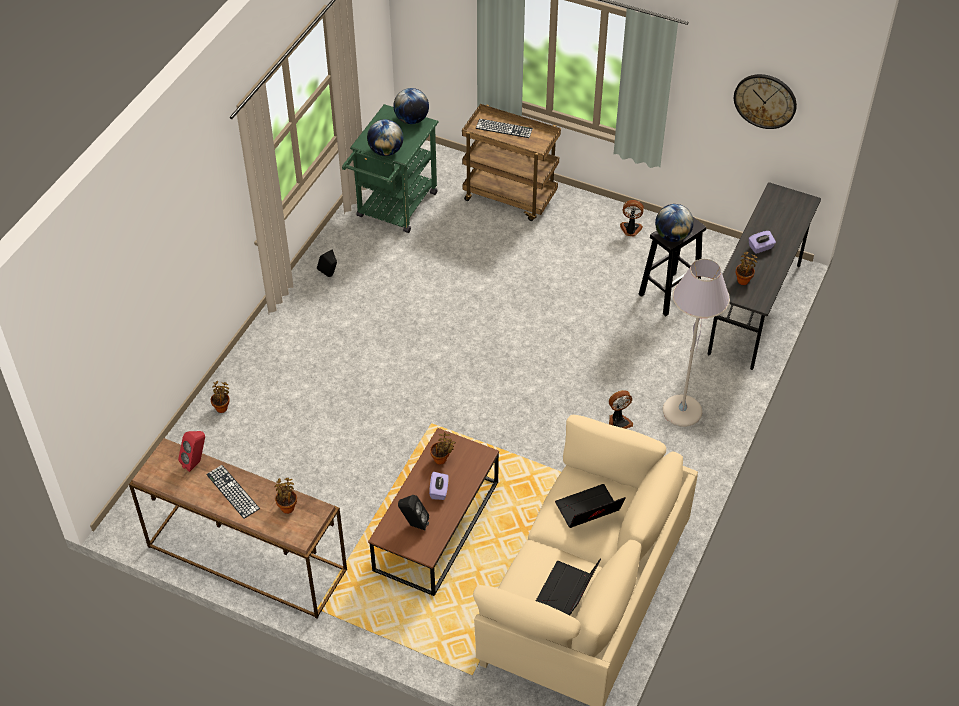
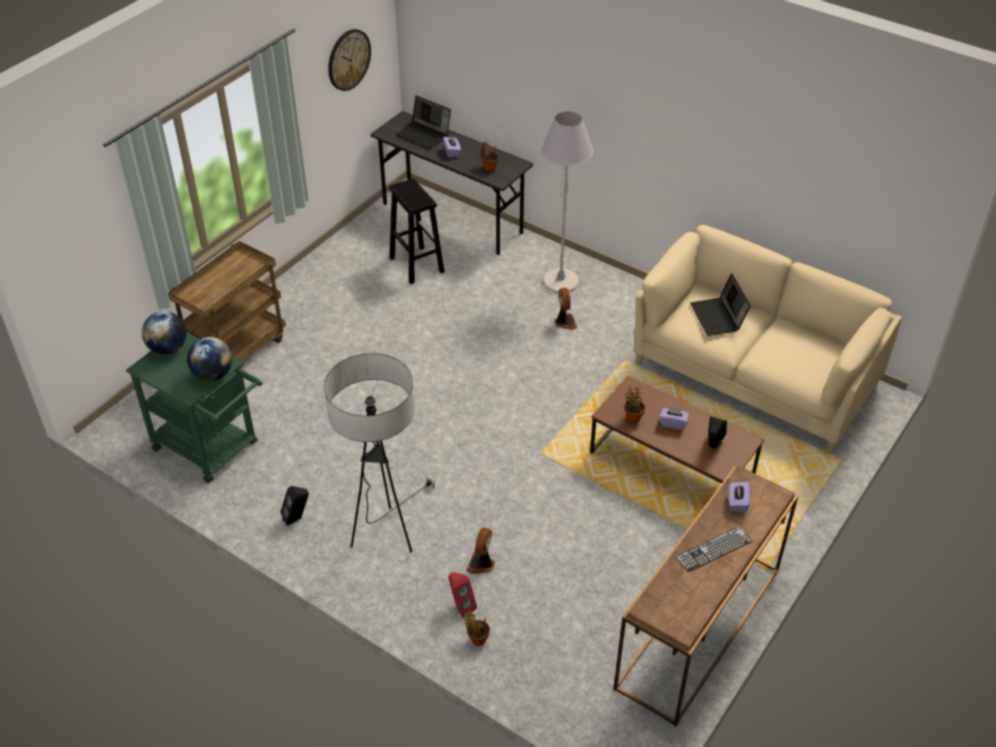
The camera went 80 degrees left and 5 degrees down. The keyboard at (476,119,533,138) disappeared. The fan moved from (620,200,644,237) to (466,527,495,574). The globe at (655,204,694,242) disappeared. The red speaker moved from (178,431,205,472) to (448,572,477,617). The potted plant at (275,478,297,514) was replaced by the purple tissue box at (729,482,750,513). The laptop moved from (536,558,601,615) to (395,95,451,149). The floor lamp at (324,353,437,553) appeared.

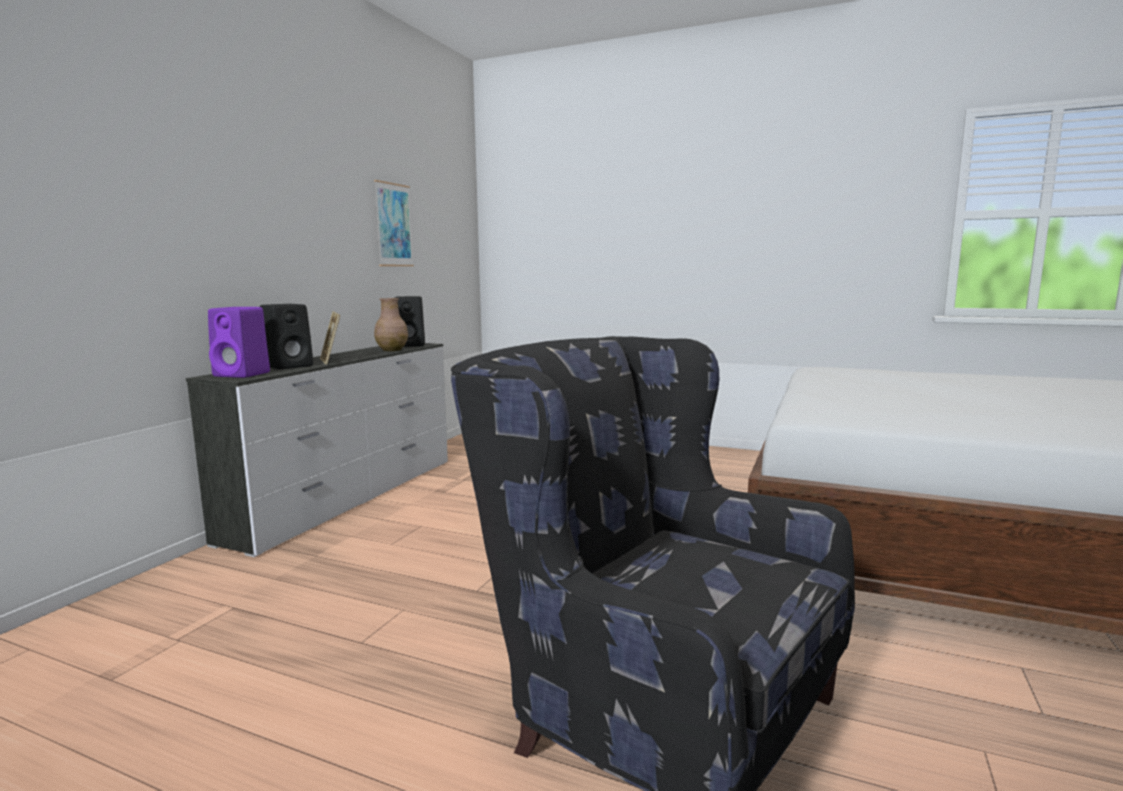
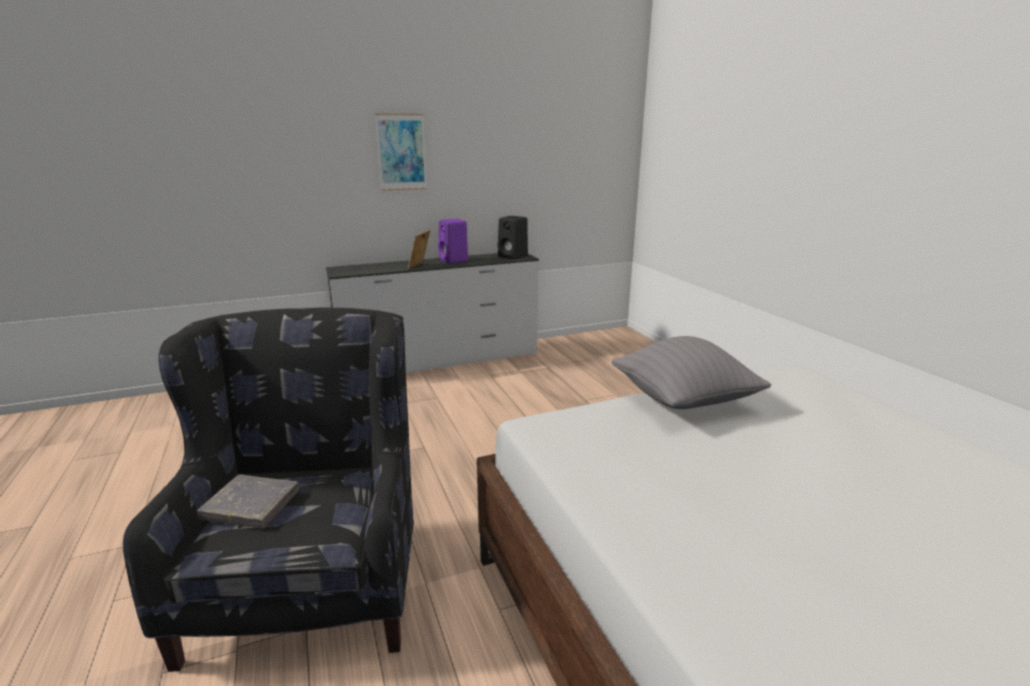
The camera went 45 degrees right and 10 degrees up. The picture moved from (374,180,414,266) to (375,114,427,191). The brown vase at (374,298,408,351) disappeared. The black speaker at (260,304,313,369) disappeared. The purple speaker moved from (208,307,270,378) to (438,219,468,264). The grey pillow at (612,336,771,409) appeared. The grey book at (197,475,299,529) appeared.

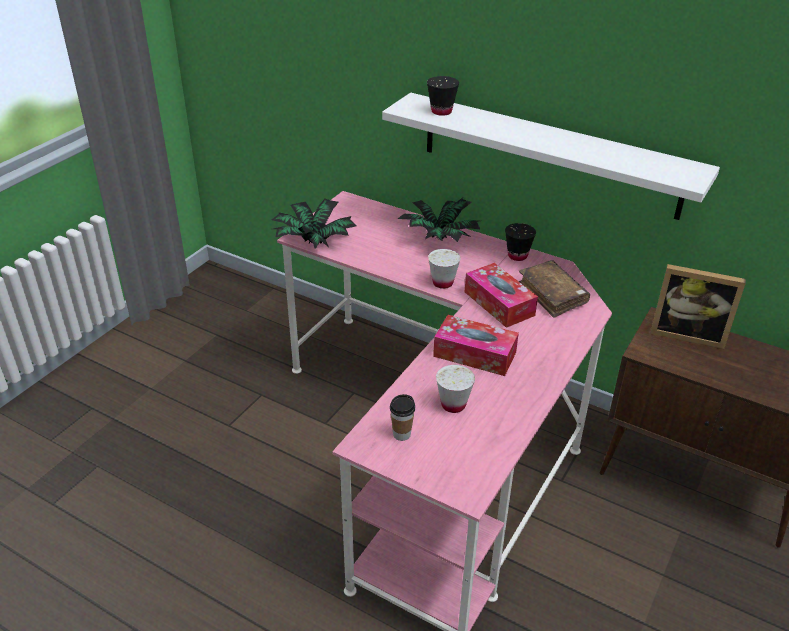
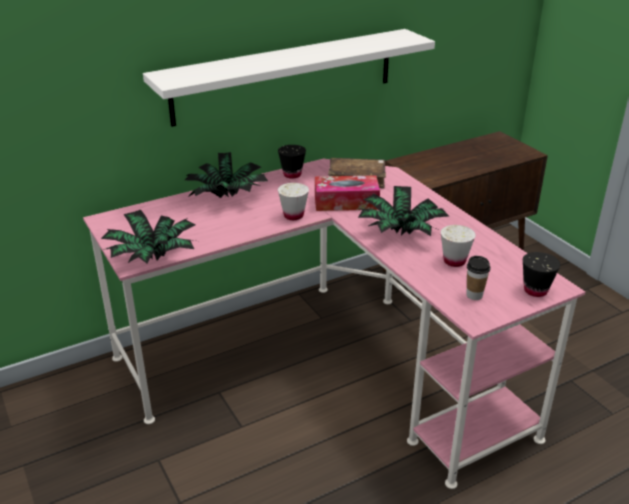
The camera went 60 degrees left and 5 degrees down. The black cup moved from (427,76,459,116) to (523,252,561,297). The picture frame at (650,264,746,349) disappeared. The tissue box at (433,315,519,376) was replaced by the potted plant at (358,186,449,236).

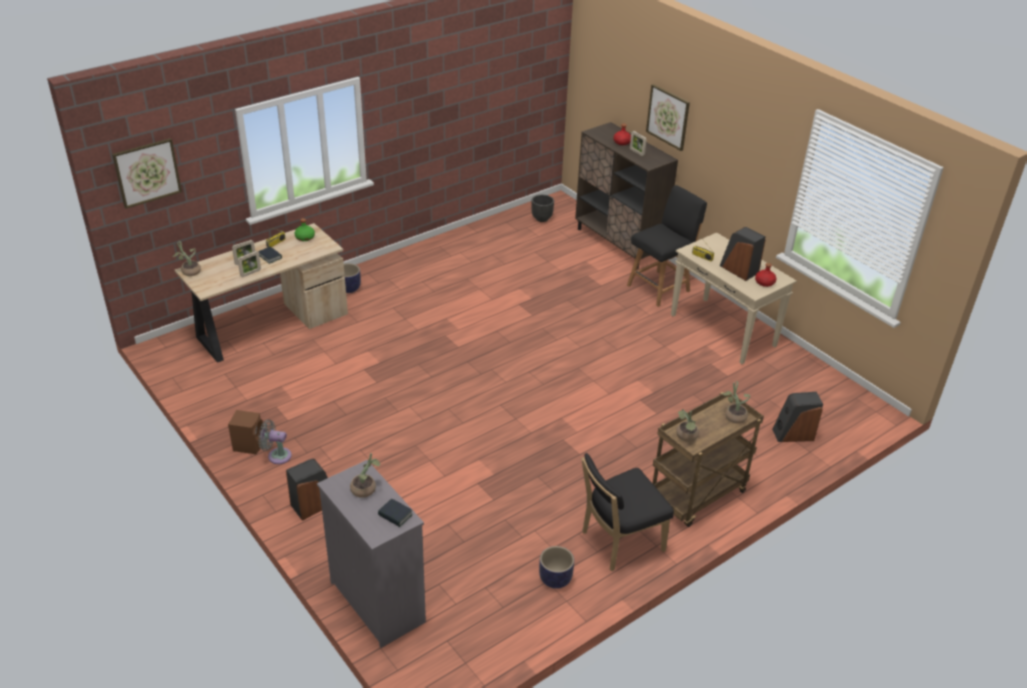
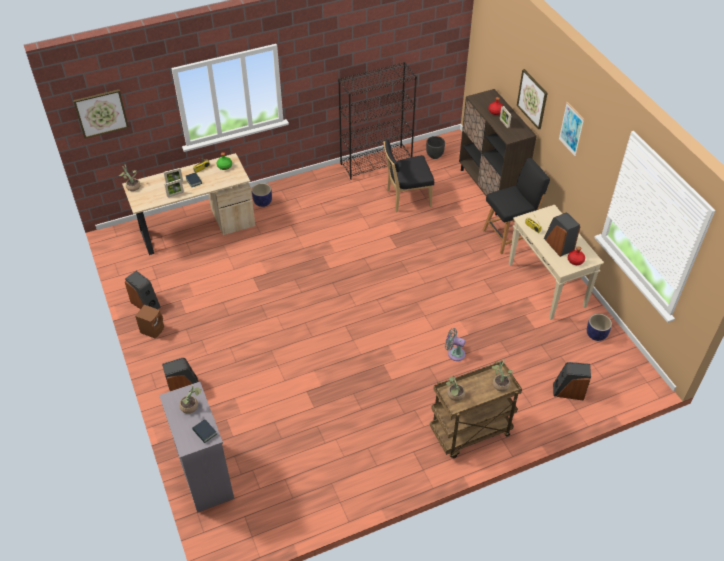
The camera went 15 degrees right and 10 degrees up. The grey fan moved from (258,420,292,464) to (445,328,466,361). The black chair moved from (581,453,674,572) to (383,139,434,212). The planter moved from (539,546,574,589) to (587,314,612,341). The black bookcase at (338,62,417,180) appeared. The picture at (559,102,584,157) appeared. The speaker at (125,271,160,309) appeared.

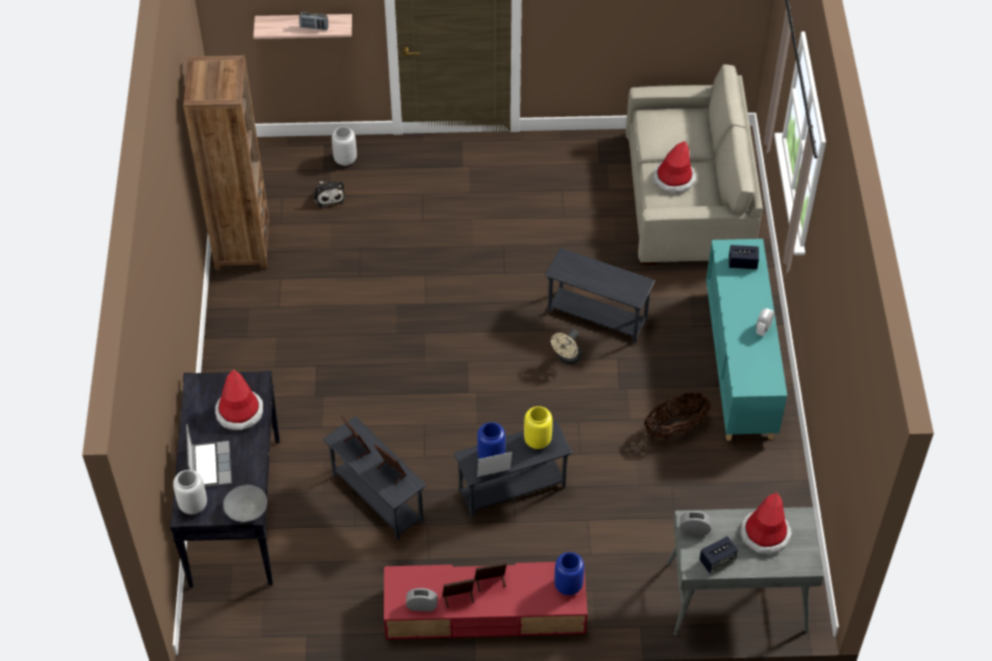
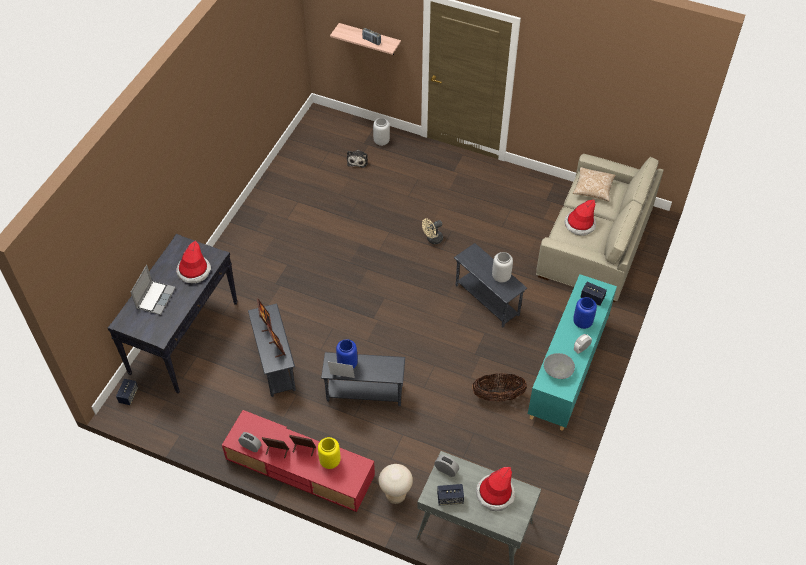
The camera went 25 degrees right and 0 degrees up. The brown bookcase at (183,56,270,270) disappeared. The beige fan moved from (551,329,581,365) to (422,218,443,244). The yellow vase moved from (524,406,553,449) to (318,437,341,469). The grey vase moved from (173,470,207,514) to (492,252,513,283). The grey bowl moved from (223,485,267,522) to (544,353,575,379). The blue vase moved from (554,552,584,595) to (573,297,597,329). The pillow at (573,167,616,202) appeared. The speaker at (116,379,138,405) appeared. The beige stool at (379,464,413,504) appeared.

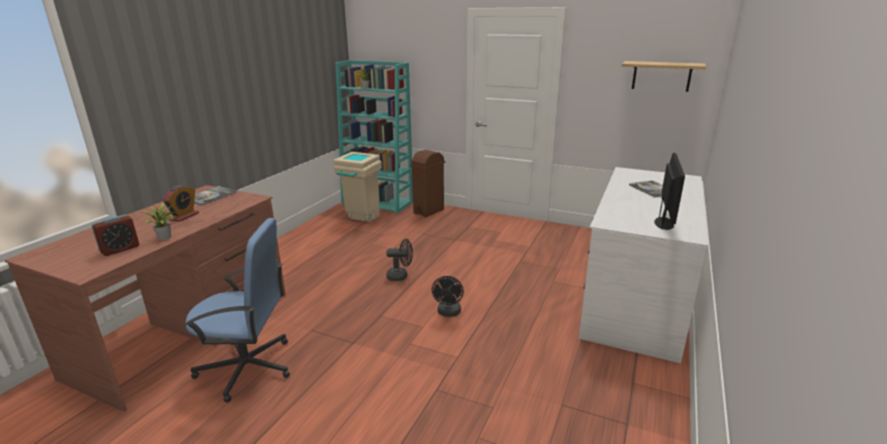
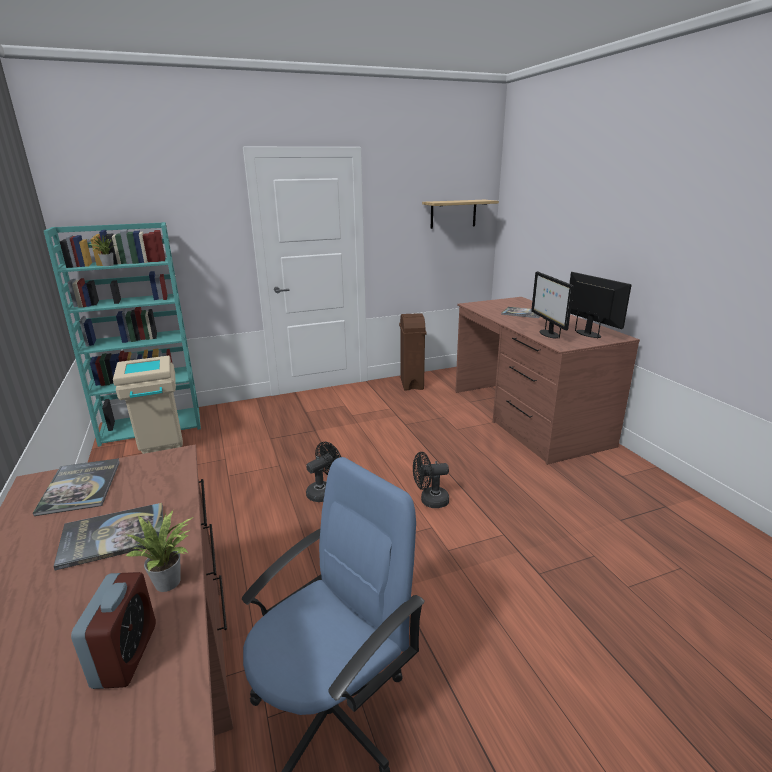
The camera went 45 degrees left and 0 degrees up. The brown trash can moved from (410,150,445,217) to (399,313,426,390). The white desk at (579,167,708,363) became the brown desk at (455,297,640,465). The alarm clock at (162,185,199,222) was replaced by the book at (53,503,163,570). The black fan at (432,276,464,317) turned 120 degrees clockwise. The monitor at (531,271,574,339) appeared.

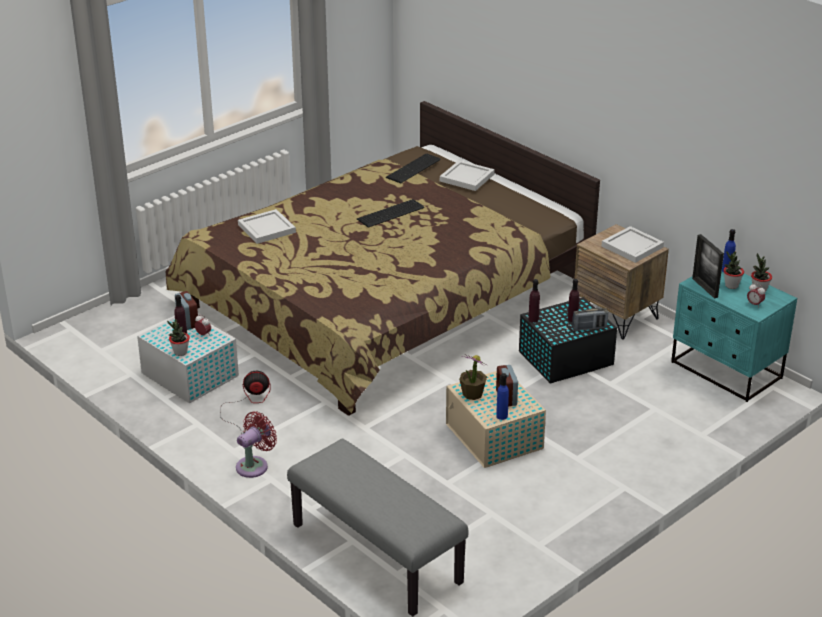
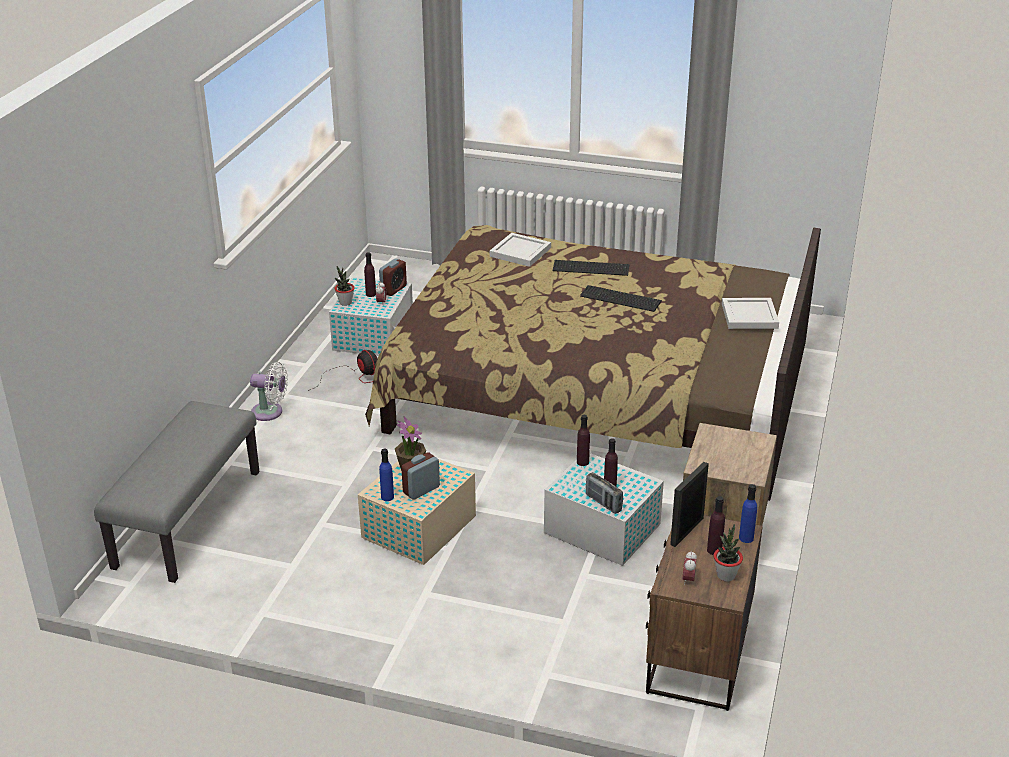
The camera went 60 degrees right and 0 degrees up. The keyboard moved from (386,154,441,183) to (553,260,629,276). The white tray at (602,226,664,263) disappeared. The potted plant at (723,251,744,289) was replaced by the purple bottle at (707,496,725,555). The turquoise nightstand at (671,264,797,402) became the brown nightstand at (646,515,763,711). The black storage box at (519,297,617,383) became the white storage box at (544,453,664,566). The red fan at (236,411,277,478) became the white fan at (250,362,288,421).

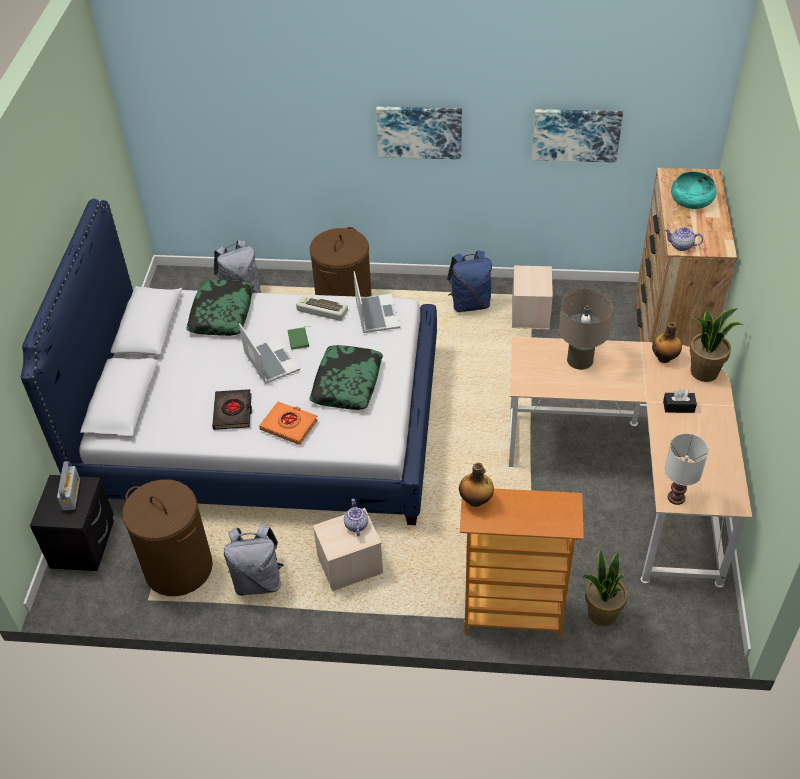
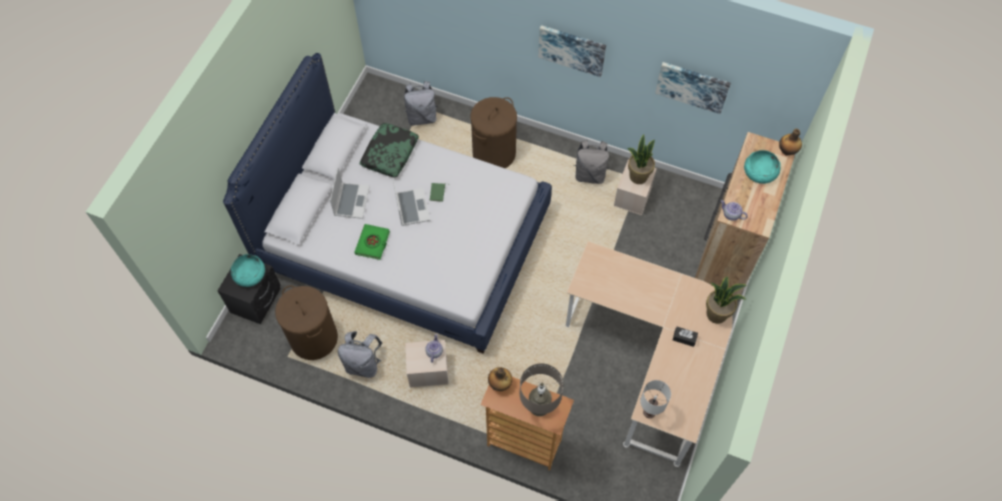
The camera went 15 degrees right and 15 degrees up. The blue backpack at (447,250,492,312) became the grey backpack at (574,140,609,184). The laptop moved from (354,271,400,333) to (330,168,370,219). The beige table lamp moved from (559,289,613,370) to (519,363,564,416). The keyboard at (296,295,348,321) disappeared. The bottle moved from (652,322,682,363) to (779,129,802,155). The pillow at (309,345,383,410) disappeared. The black book at (212,389,252,430) became the green book at (354,224,390,260). The orange book at (259,402,318,445) disappeared. The radio at (57,461,80,511) was replaced by the turquoise bowl at (231,254,265,287). The potted plant moved from (582,548,627,626) to (627,135,655,184).

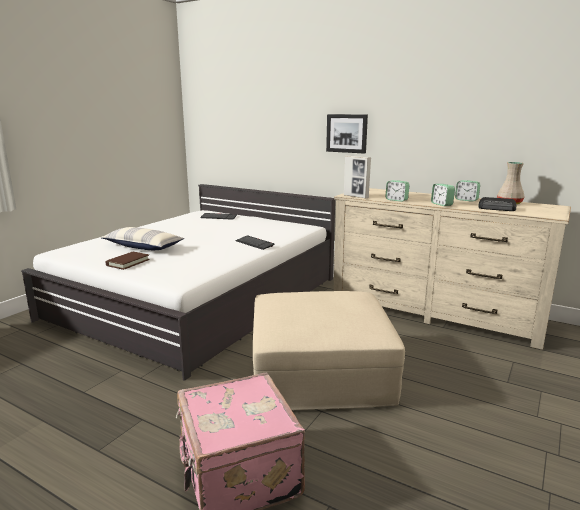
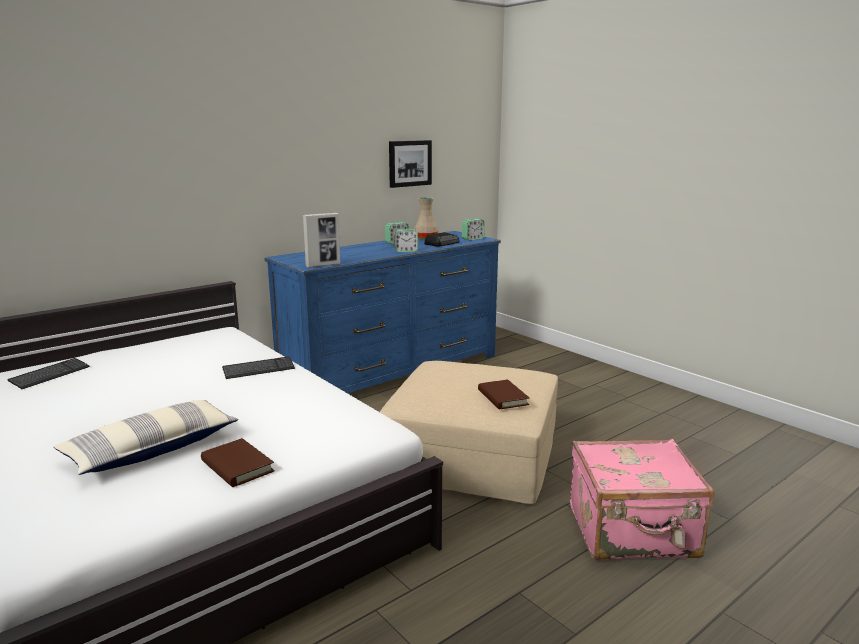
The camera went 70 degrees left and 0 degrees up. The picture moved from (326,114,368,154) to (389,140,432,188). The alarm clock moved from (385,180,409,202) to (462,219,484,241). The beige dresser at (333,188,571,350) became the blue dresser at (264,231,501,393). The brown book at (478,379,529,409) appeared.

